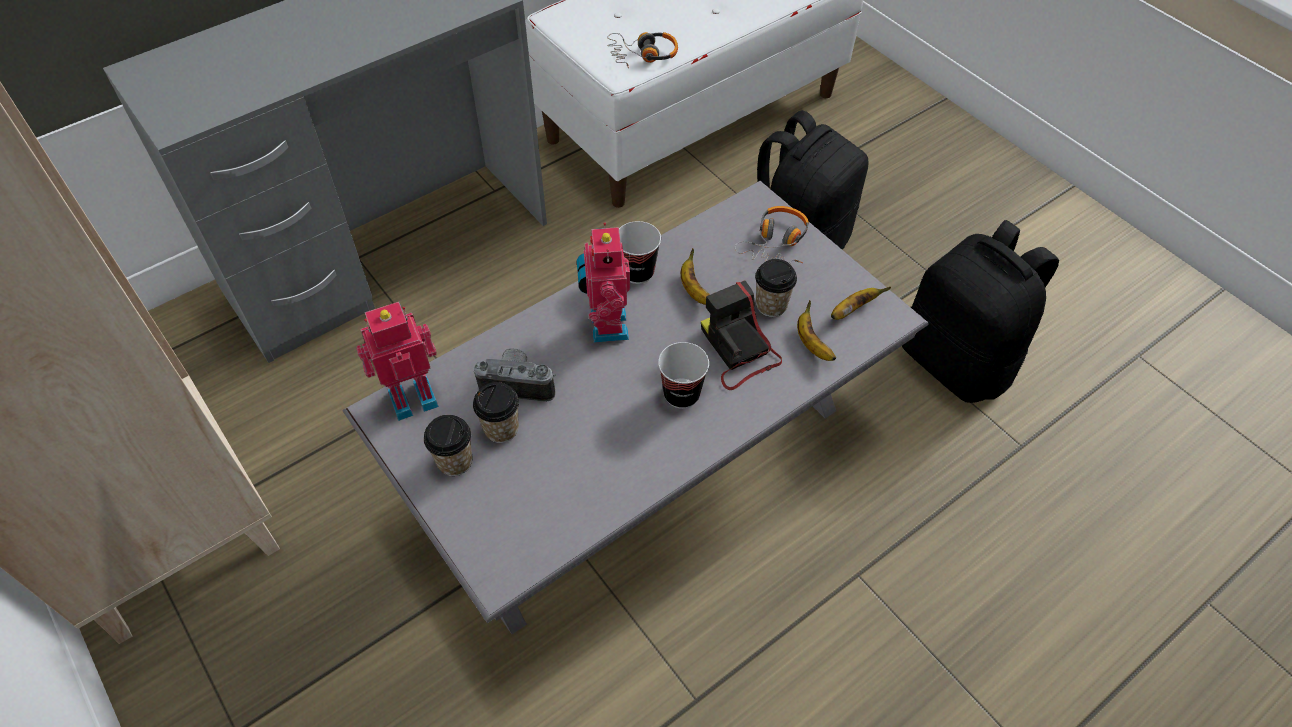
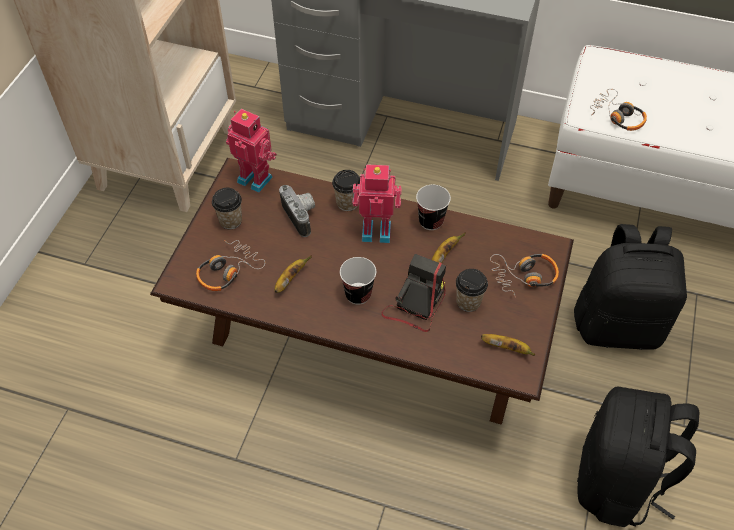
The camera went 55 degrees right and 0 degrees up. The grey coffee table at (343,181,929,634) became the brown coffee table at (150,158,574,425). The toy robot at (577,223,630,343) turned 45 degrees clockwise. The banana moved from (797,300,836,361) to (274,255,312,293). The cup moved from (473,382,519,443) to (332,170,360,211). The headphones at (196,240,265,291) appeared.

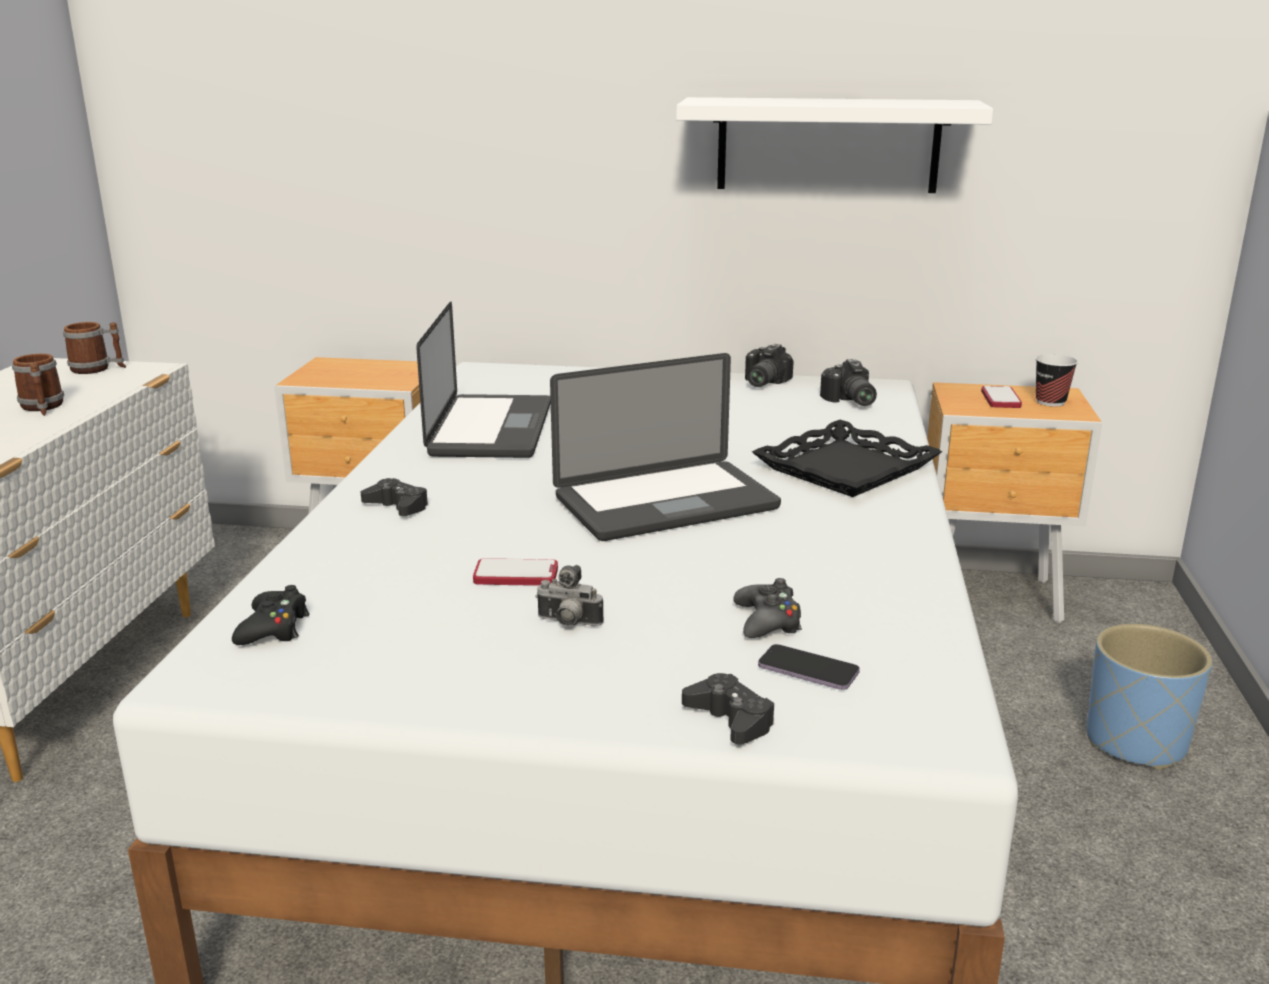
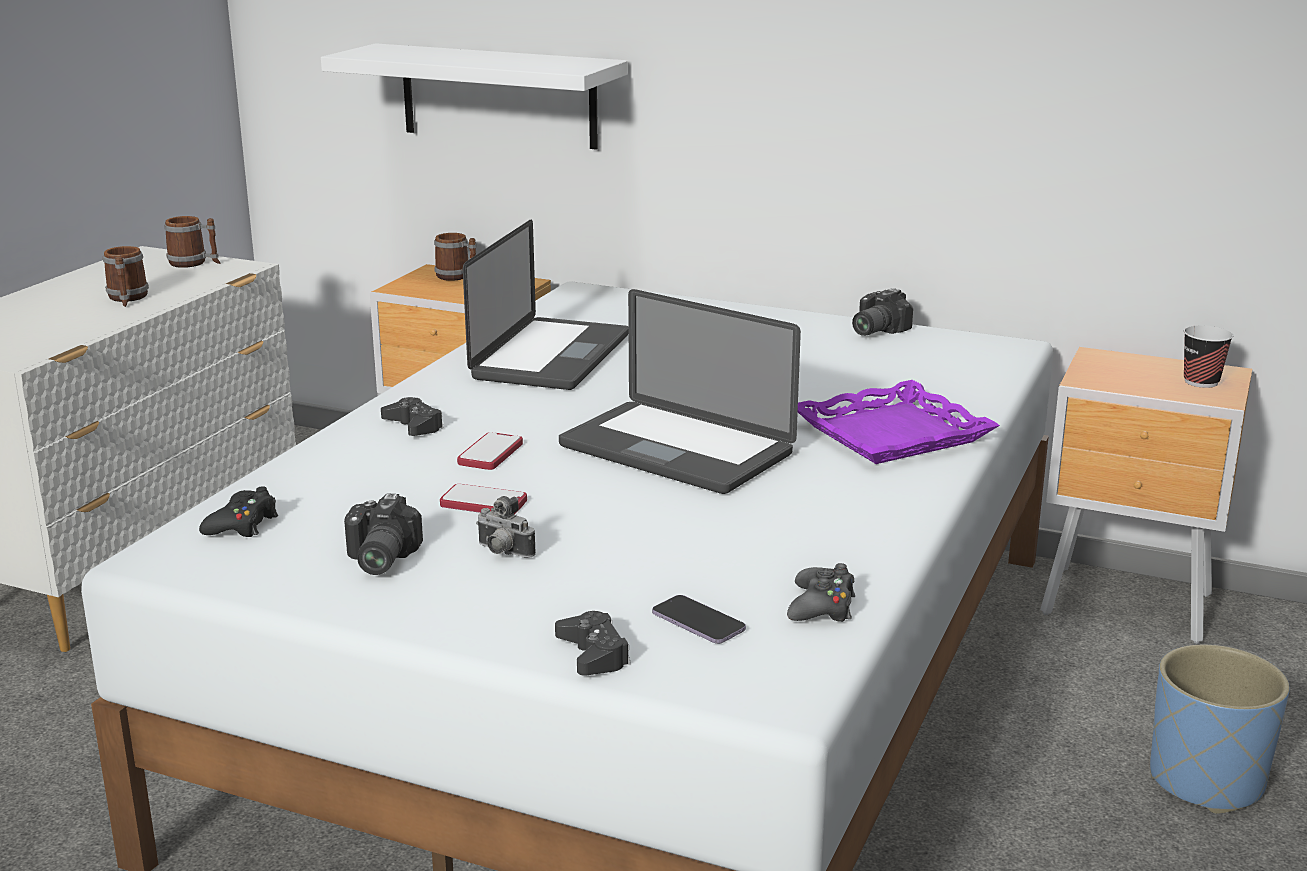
The camera went 15 degrees right and 0 degrees up. The white shelf moved from (676,97,993,193) to (321,43,628,150). The laptop at (550,353,781,541) turned 45 degrees clockwise. The photo camera moved from (820,359,877,406) to (344,493,423,575). The phone moved from (981,386,1022,408) to (457,432,523,470). The black tray at (752,420,943,497) became the purple tray at (798,380,1000,464). The black game controller moved from (733,578,802,638) to (787,563,855,622). The mug at (434,233,476,281) appeared.

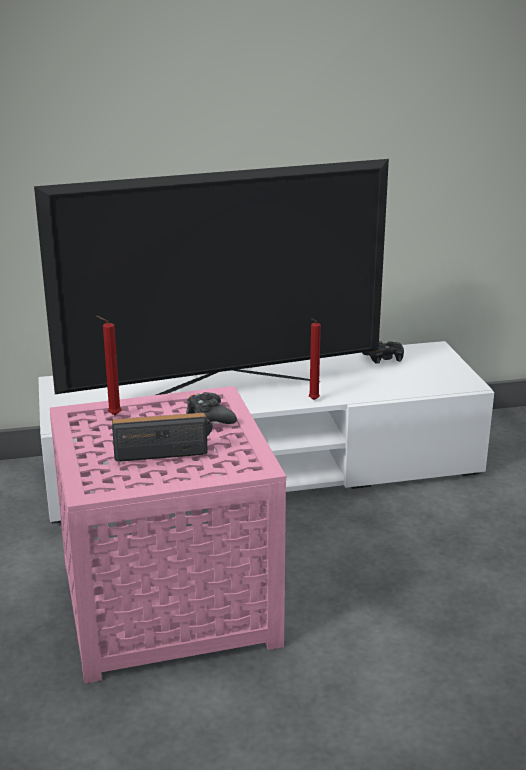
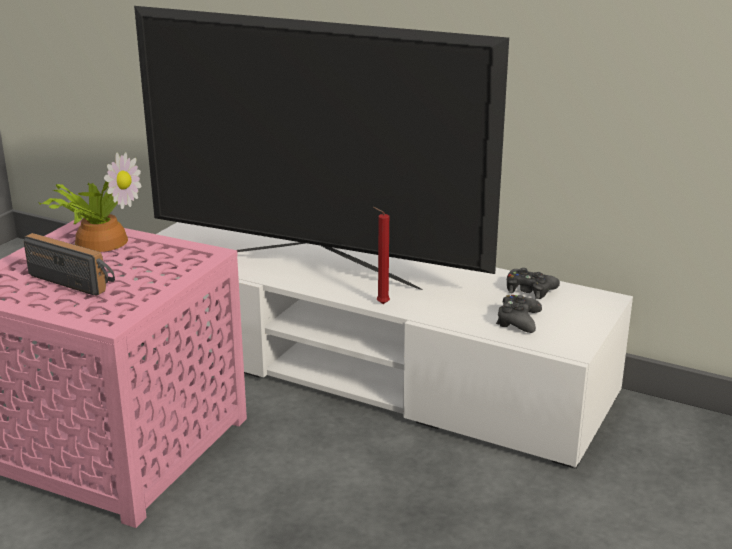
The camera went 40 degrees right and 0 degrees up. The red candle at (96,316,122,415) was replaced by the potted plant at (39,152,142,252). The black game controller moved from (186,392,237,424) to (496,295,542,333).

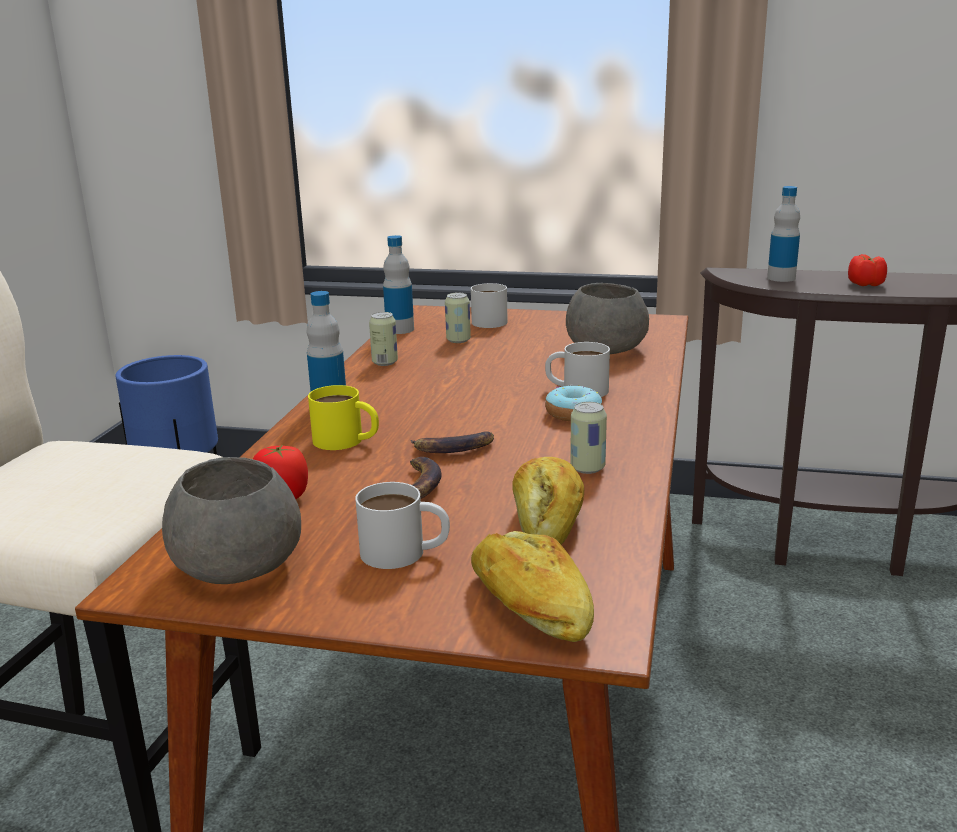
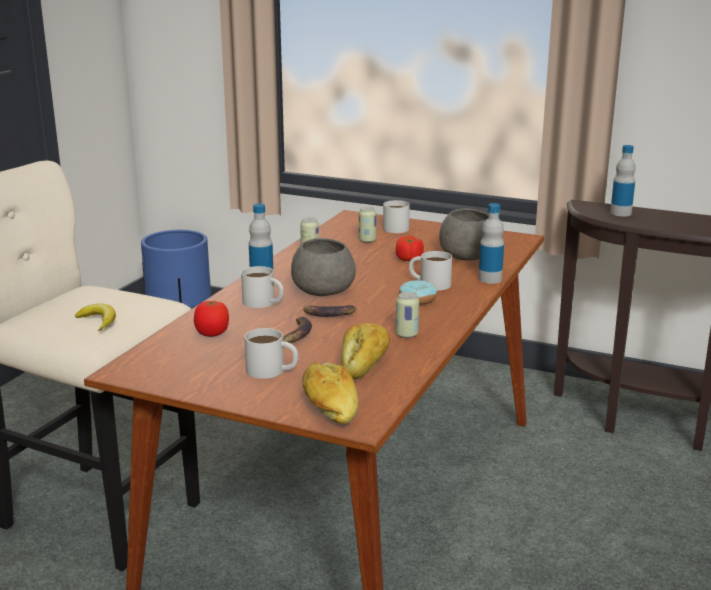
The camera went 10 degrees right and 0 degrees up. The bottle moved from (383,235,414,334) to (478,203,504,284). The tomato moved from (848,254,887,286) to (396,236,424,261). The yellow mug at (308,385,379,450) became the white mug at (241,266,284,308). The grey bowl moved from (162,457,301,584) to (291,238,356,296). The banana at (75,304,116,331) appeared.

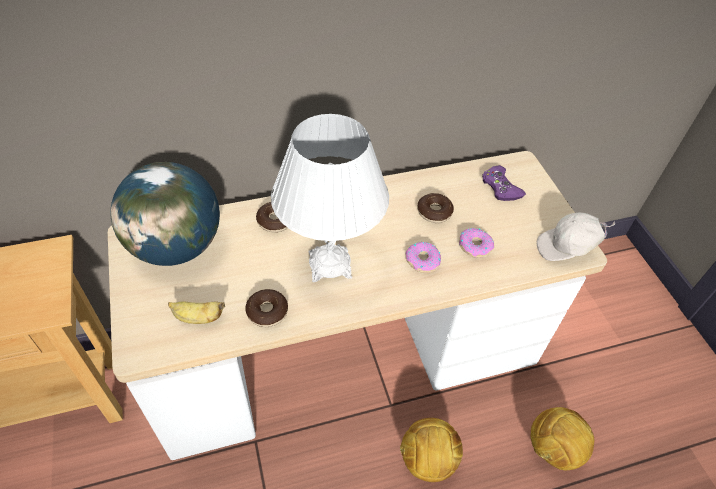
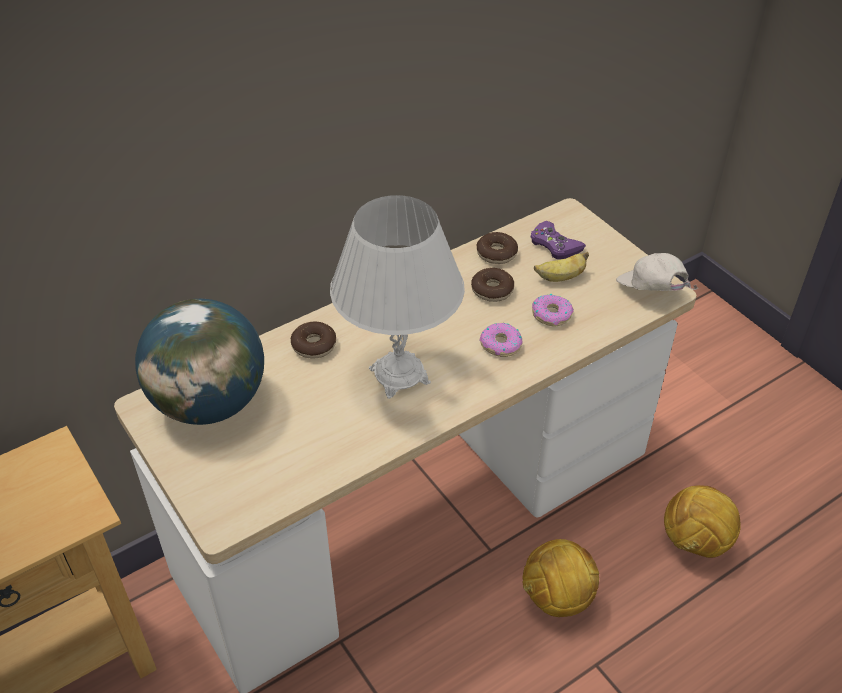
The camera went 15 degrees left and 5 degrees down. The white cap at (537,213,615,261) turned 75 degrees clockwise. The donut moved from (245,289,288,327) to (477,232,518,264). The banana moved from (168,301,225,324) to (534,252,589,282).

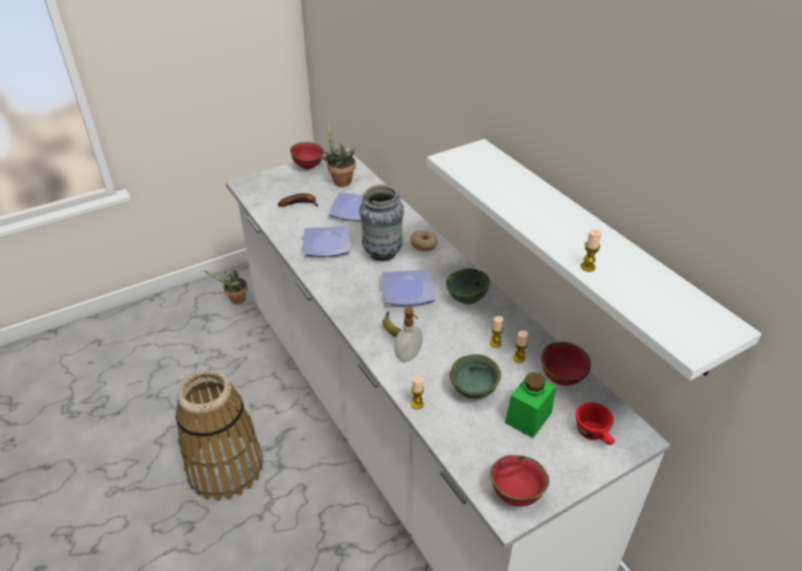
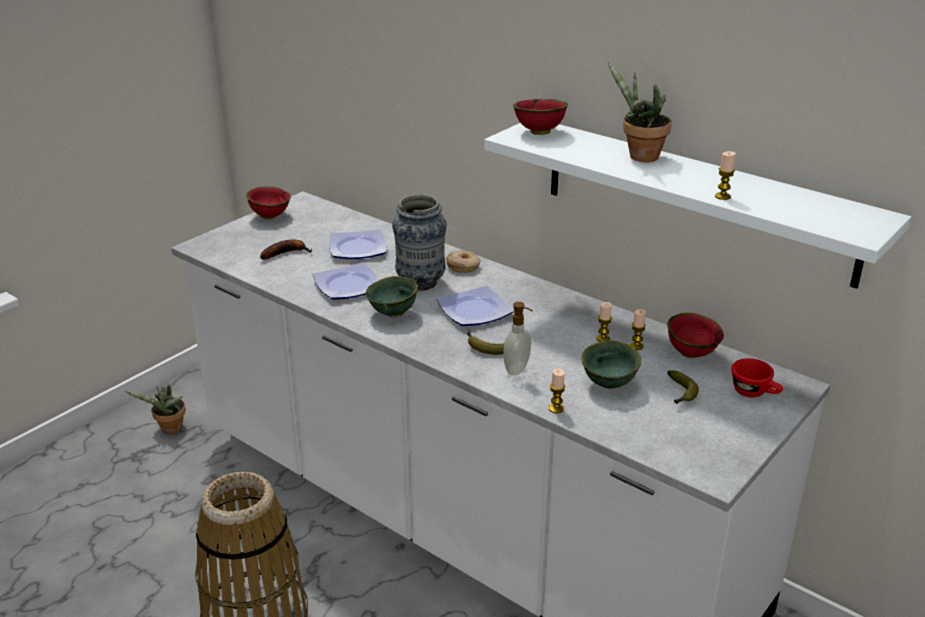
The camera went 20 degrees left and 10 degrees down. The potted plant moved from (321,121,356,187) to (608,61,671,162). The green bowl moved from (446,268,490,304) to (366,276,418,318). The green jar at (505,372,556,438) was replaced by the banana at (667,370,699,404). The red bowl moved from (490,455,549,506) to (513,99,568,135).

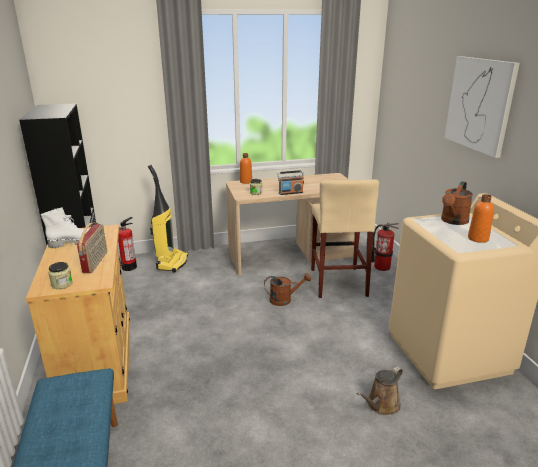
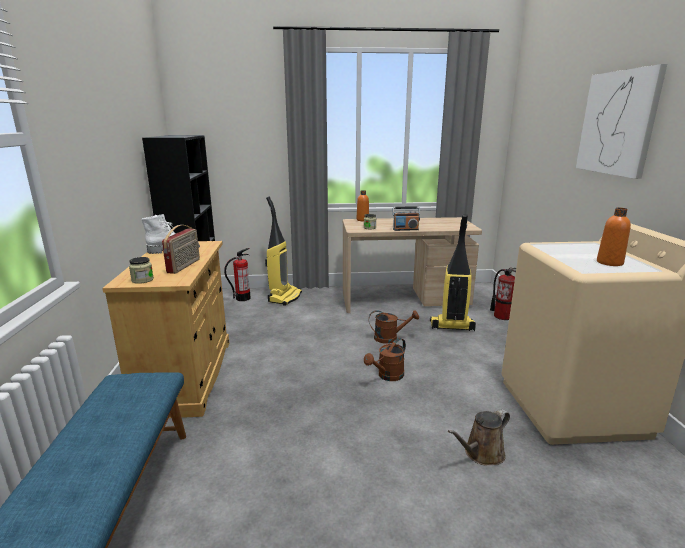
The camera went 10 degrees right and 5 degrees down. The beige stool at (311,179,379,298) was replaced by the vacuum cleaner at (430,214,476,331). The brown watering can moved from (441,181,473,225) to (364,338,406,381).

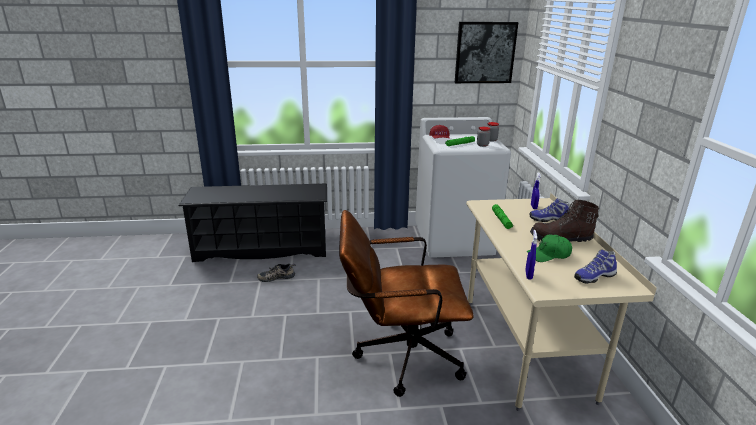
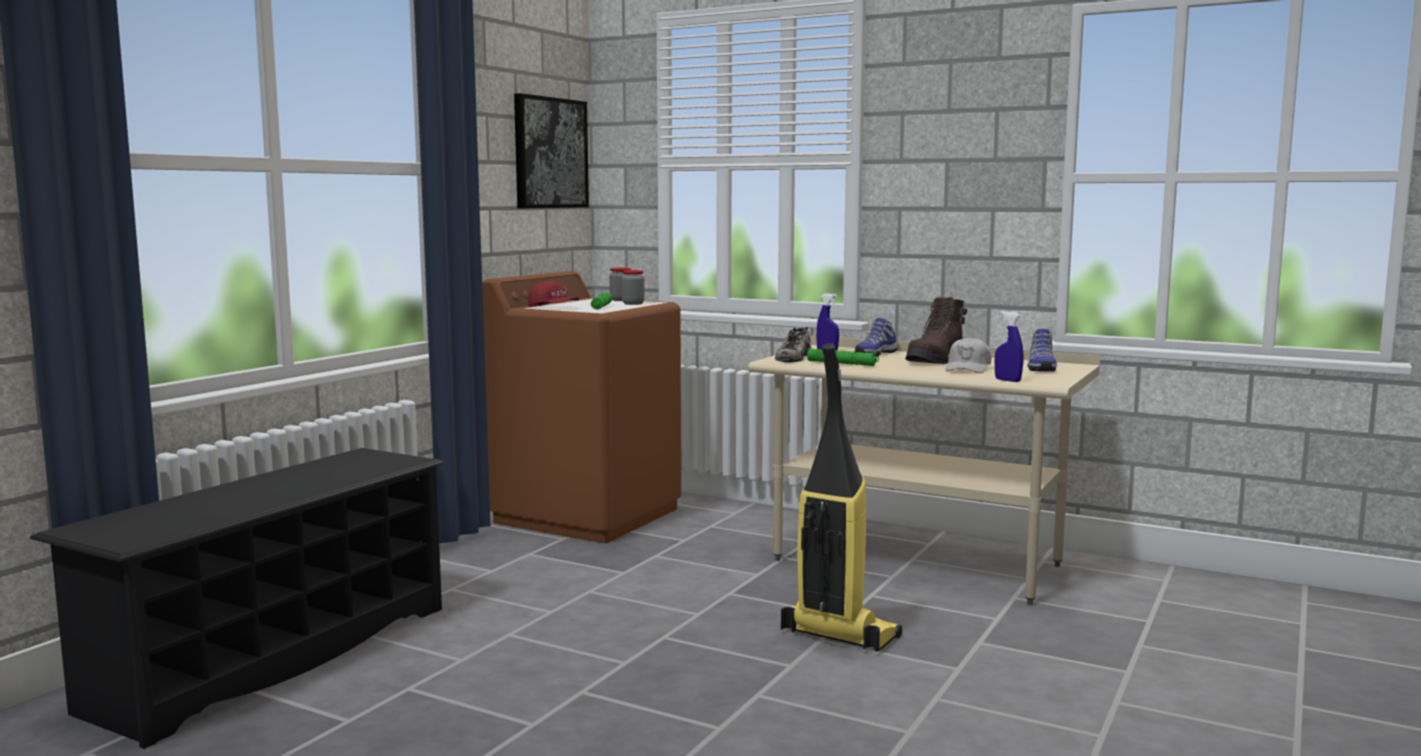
The camera went 55 degrees left and 15 degrees down. The white washing machine at (415,117,511,258) became the brown washing machine at (482,271,681,543). The brown office chair at (339,210,474,397) was replaced by the vacuum cleaner at (781,343,902,652). The green cap at (527,234,572,262) became the white cap at (945,337,991,373). The shoe moved from (257,264,296,282) to (775,327,812,362).

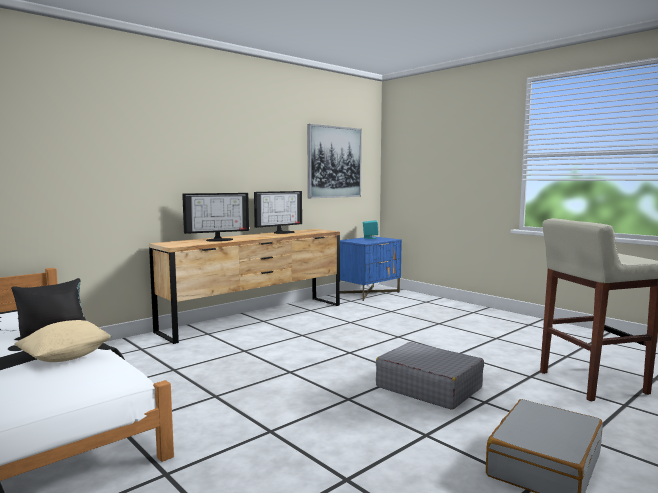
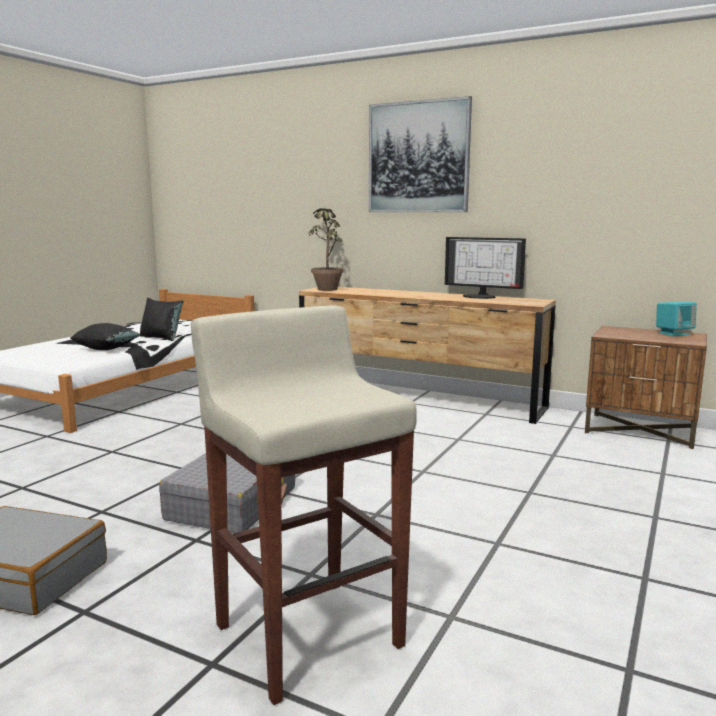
The camera went 70 degrees right and 5 degrees up. The picture moved from (307,124,362,198) to (369,96,472,212). The monitor at (182,193,249,242) disappeared. The blue nightstand at (340,236,402,301) became the brown nightstand at (585,326,707,449). The beige pillow at (14,320,112,362) became the black pillow at (70,323,140,350). The potted plant at (308,208,343,291) appeared.

